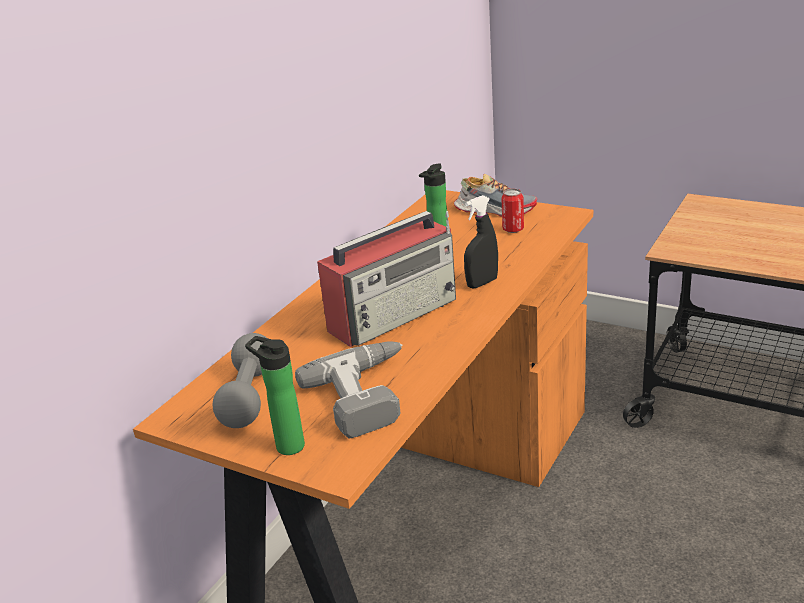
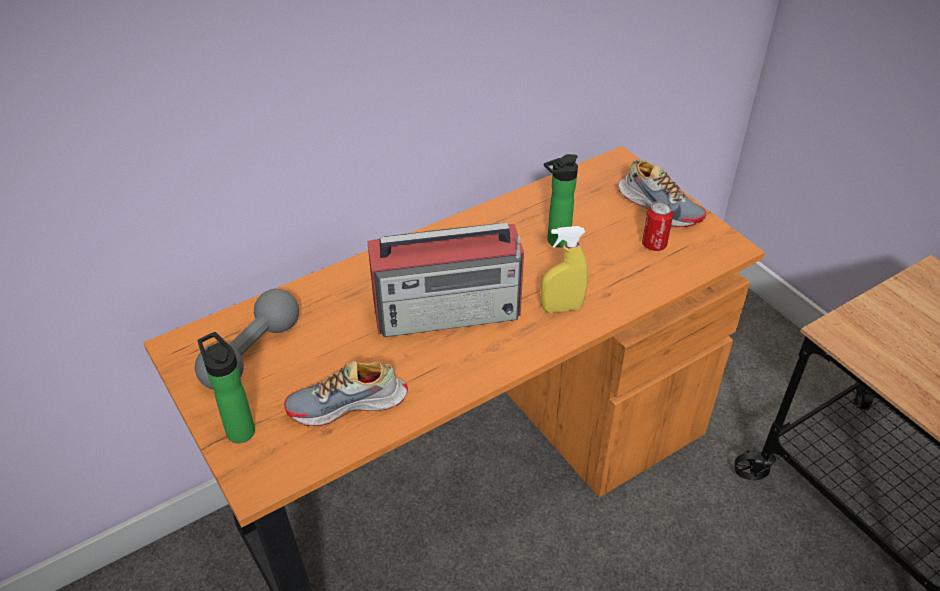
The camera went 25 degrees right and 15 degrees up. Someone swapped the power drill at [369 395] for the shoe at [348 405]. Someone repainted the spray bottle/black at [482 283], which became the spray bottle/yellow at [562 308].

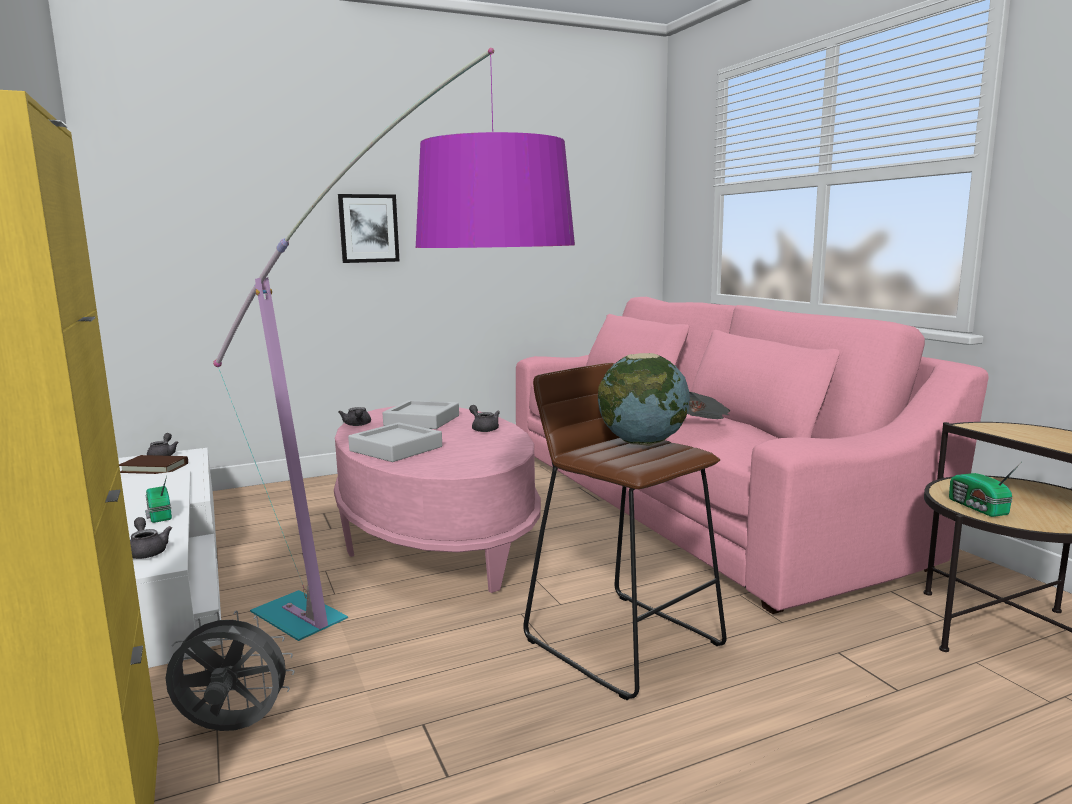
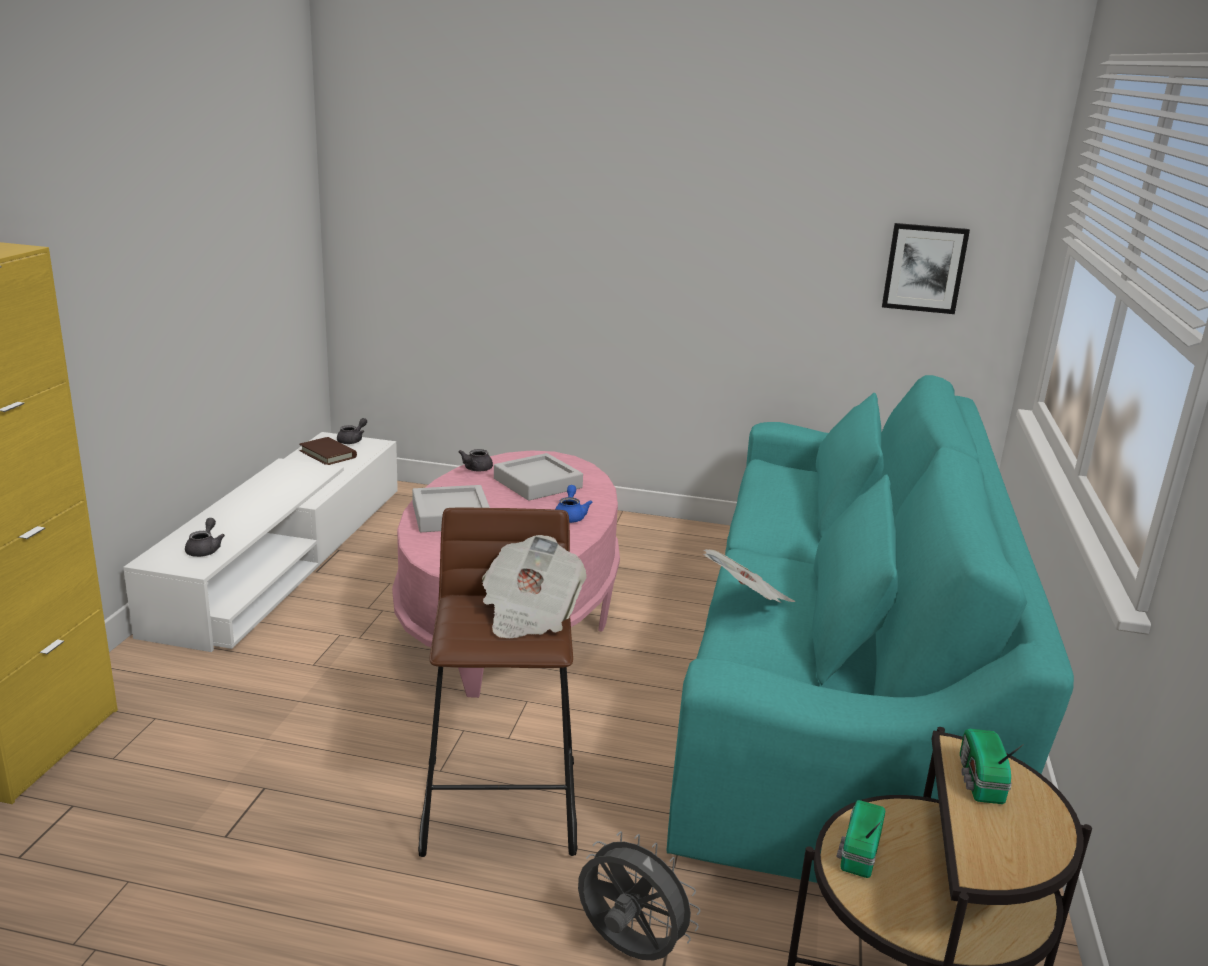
The camera went 35 degrees right and 10 degrees up. Someone carried the radio from [158 515] to [979 781]. Someone carried the fan/grey from [232 730] to [628 950]. Someone took away the floor lamp at [399 672]. Someone carried the picture from [368 228] to [924 268]. Someone repainted the teapot/grey at [483 428], which became the teapot/blue at [570 516]. Someone repainted the sofa/pink at [690 499], which became the sofa/turquoise at [837 678]. Someone swapped the globe at [642 443] for the newspaper at [529 613].

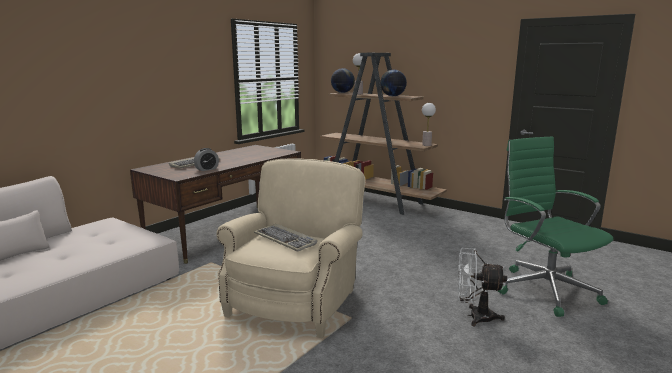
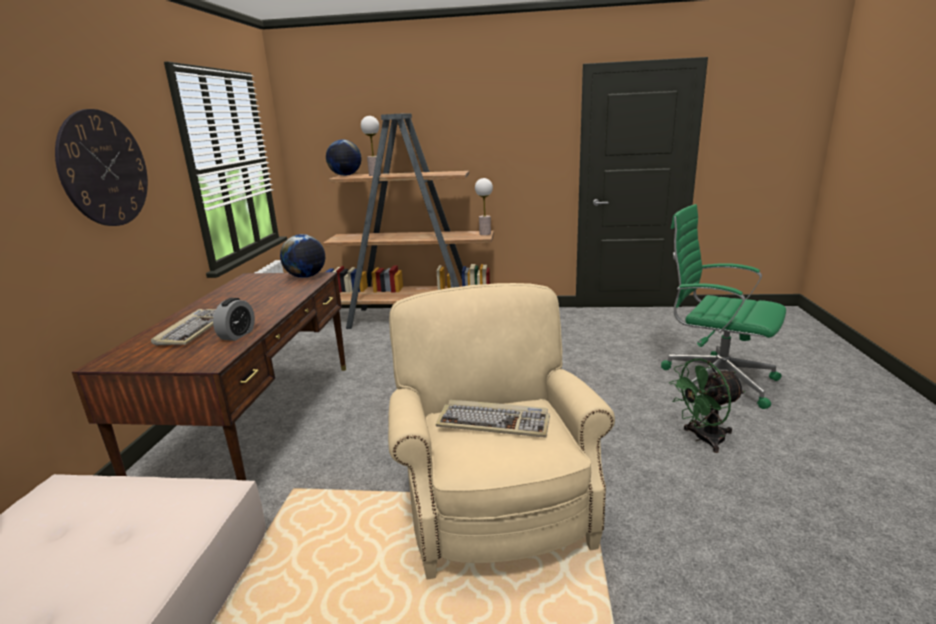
The camera went 30 degrees left and 5 degrees up. Someone carried the globe from [392 96] to [306 277]. Someone repainted the fan/white at [475 316], which became the fan/green at [703 439]. Someone put up the wall clock at [104 169].

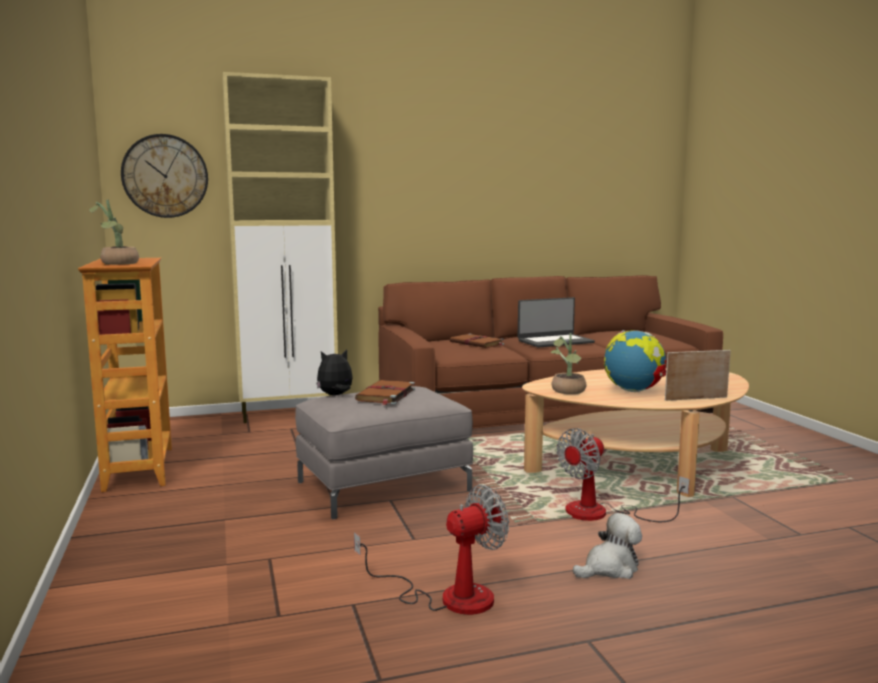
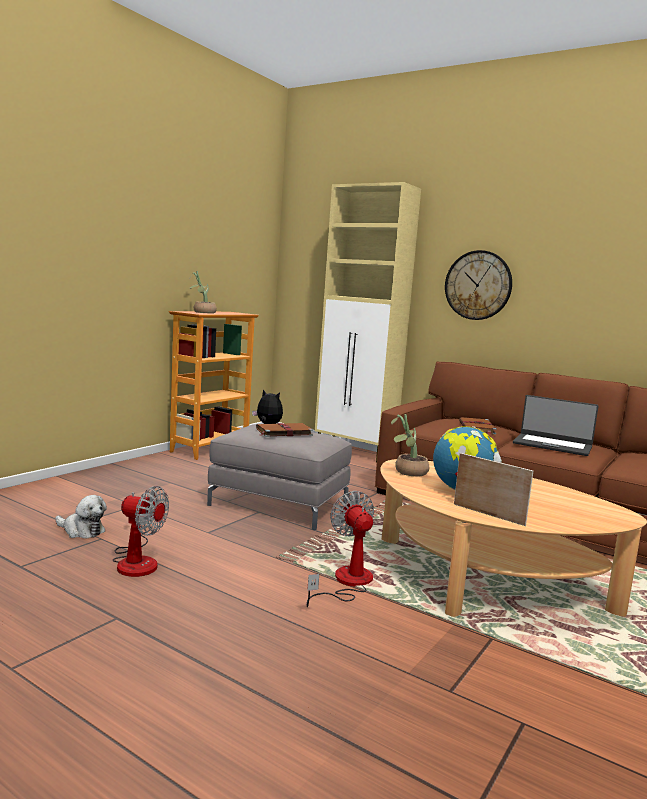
The camera went 50 degrees right and 0 degrees up. Someone carried the wall clock from [165 176] to [478 285]. Someone rotated the fan at [601 513] by 60 degrees clockwise. Someone carried the plush toy from [609 568] to [81 531].

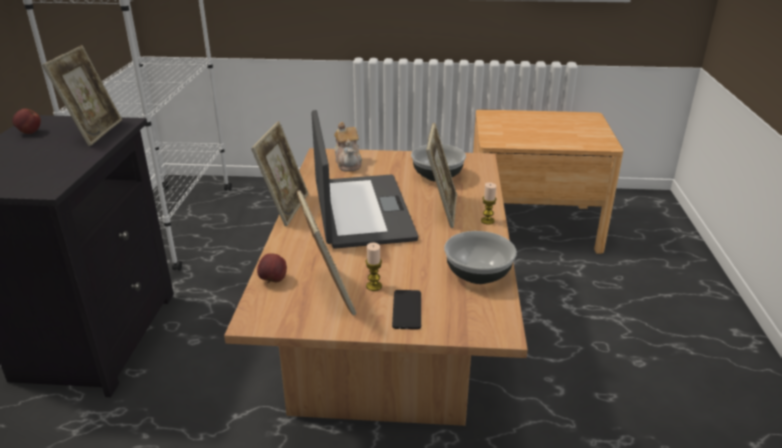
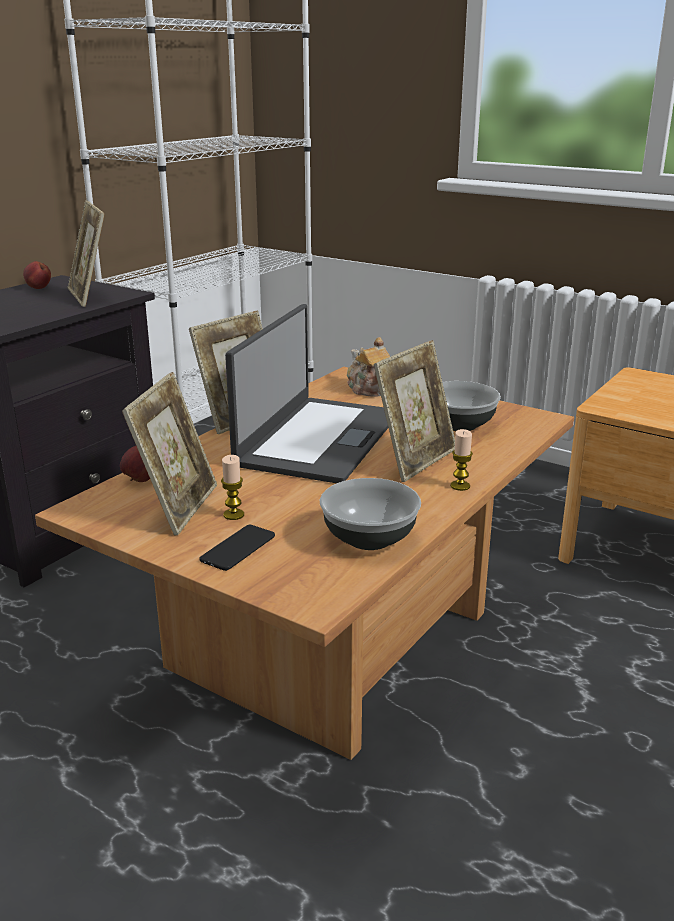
The camera went 30 degrees right and 5 degrees down. Someone rotated the picture frame at [94 132] by 120 degrees clockwise. Someone rotated the teapot at [348 163] by 135 degrees clockwise.

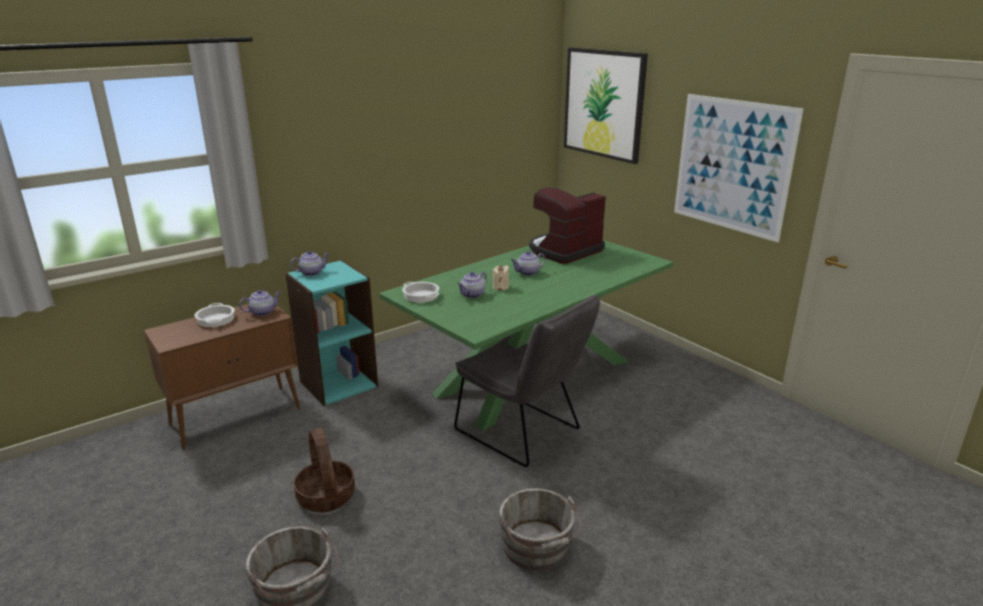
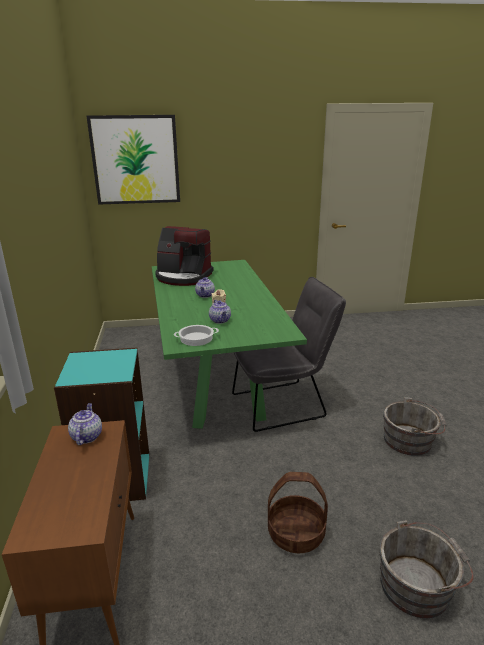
The camera went 60 degrees left and 0 degrees up. Someone took away the cooking pot at [216 319]. Someone took away the teapot at [311 272]. Someone rotated the coffee machine at [564 251] by 60 degrees counterclockwise. Someone took away the picture at [732 165].

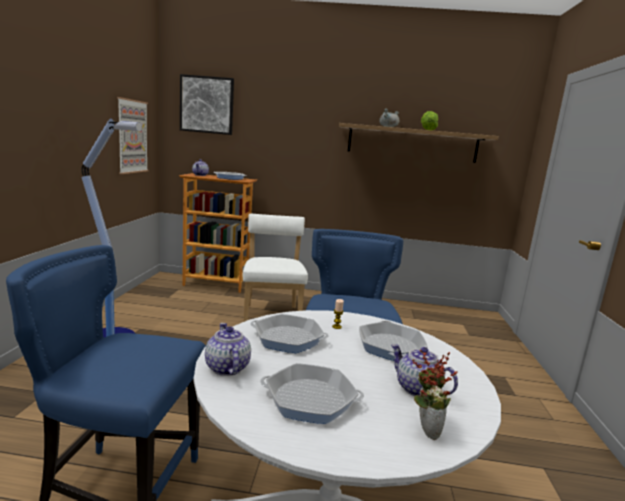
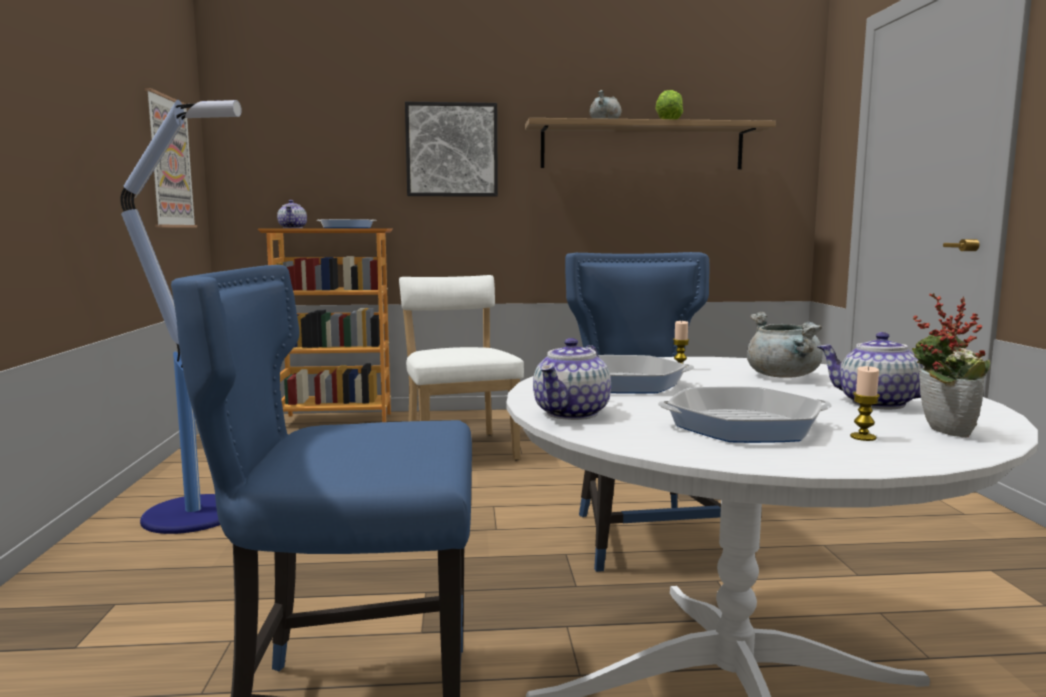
The camera went 10 degrees left and 5 degrees down. Someone carried the picture from [207 105] to [452 150]. Someone rotated the teapot at [226 367] by 120 degrees counterclockwise. Someone swapped the frying pan at [390 346] for the cooking pot/grey at [783 376]. Someone put down the candle at [863 437].

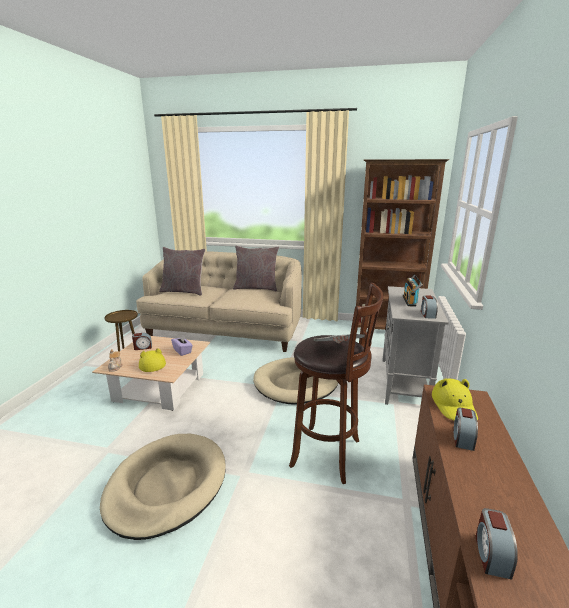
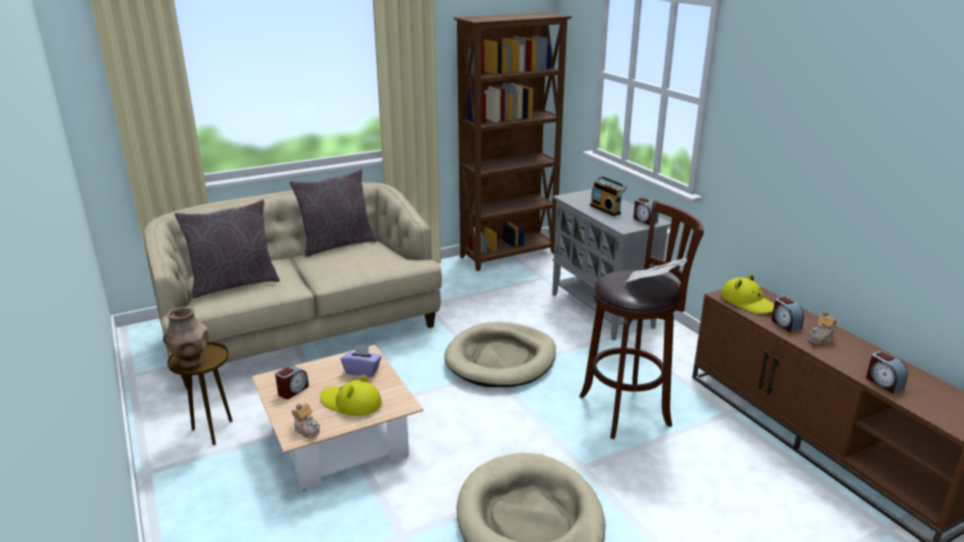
The camera went 40 degrees left and 5 degrees up. Someone put down the vase/brown at [191 362]. Someone put down the teapot at [821 339].

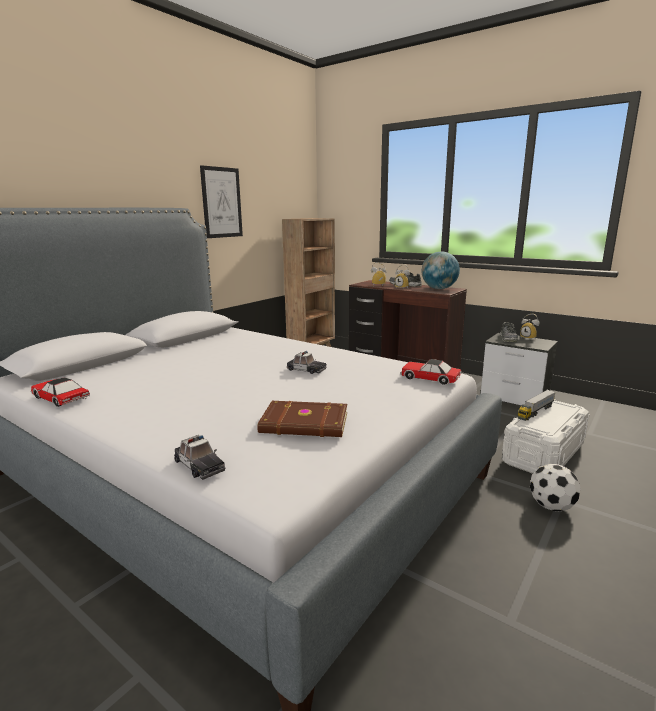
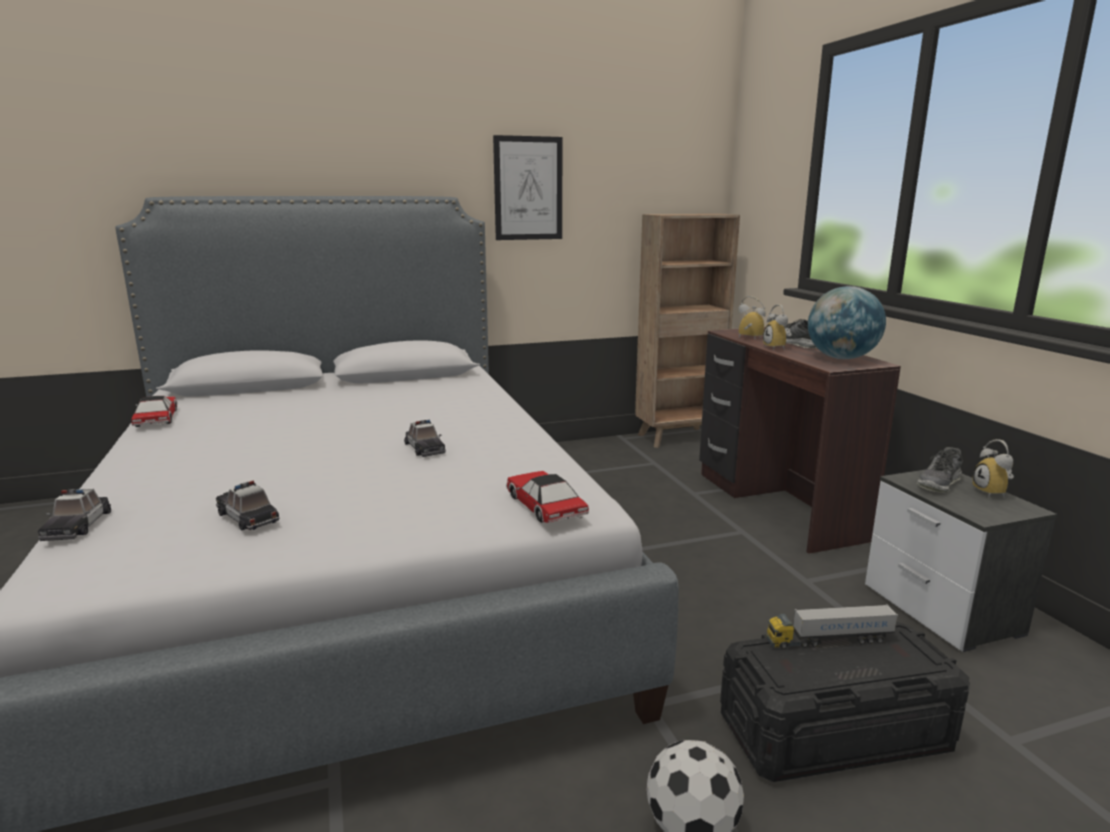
The camera went 35 degrees right and 0 degrees up. Someone swapped the book/brown at [305 424] for the toy car at [248 516]. Someone repainted the storage box/white at [544 453], which became the storage box/black at [835 732].

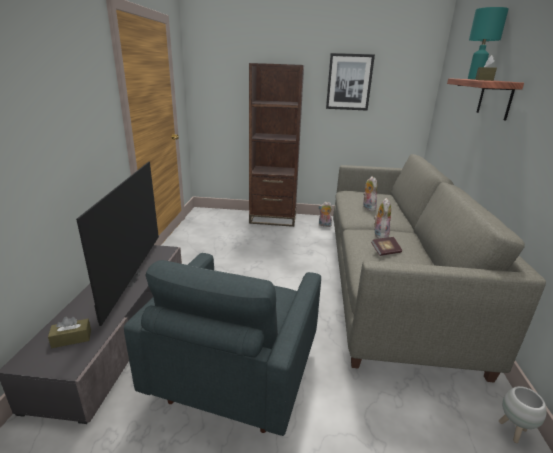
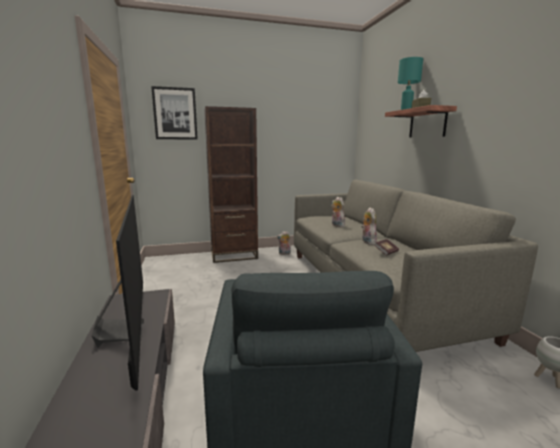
The camera went 20 degrees left and 10 degrees down. Someone took away the tissue box/brown at [71 338]. Someone carried the picture from [349 82] to [175 113].

